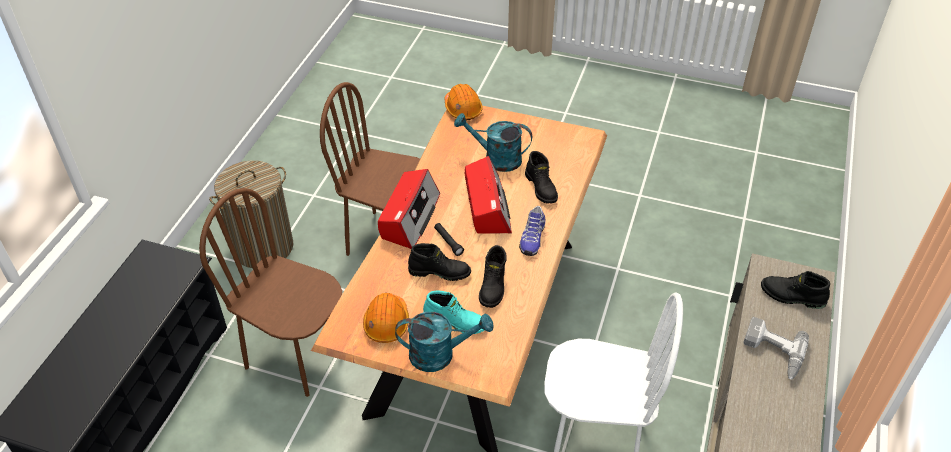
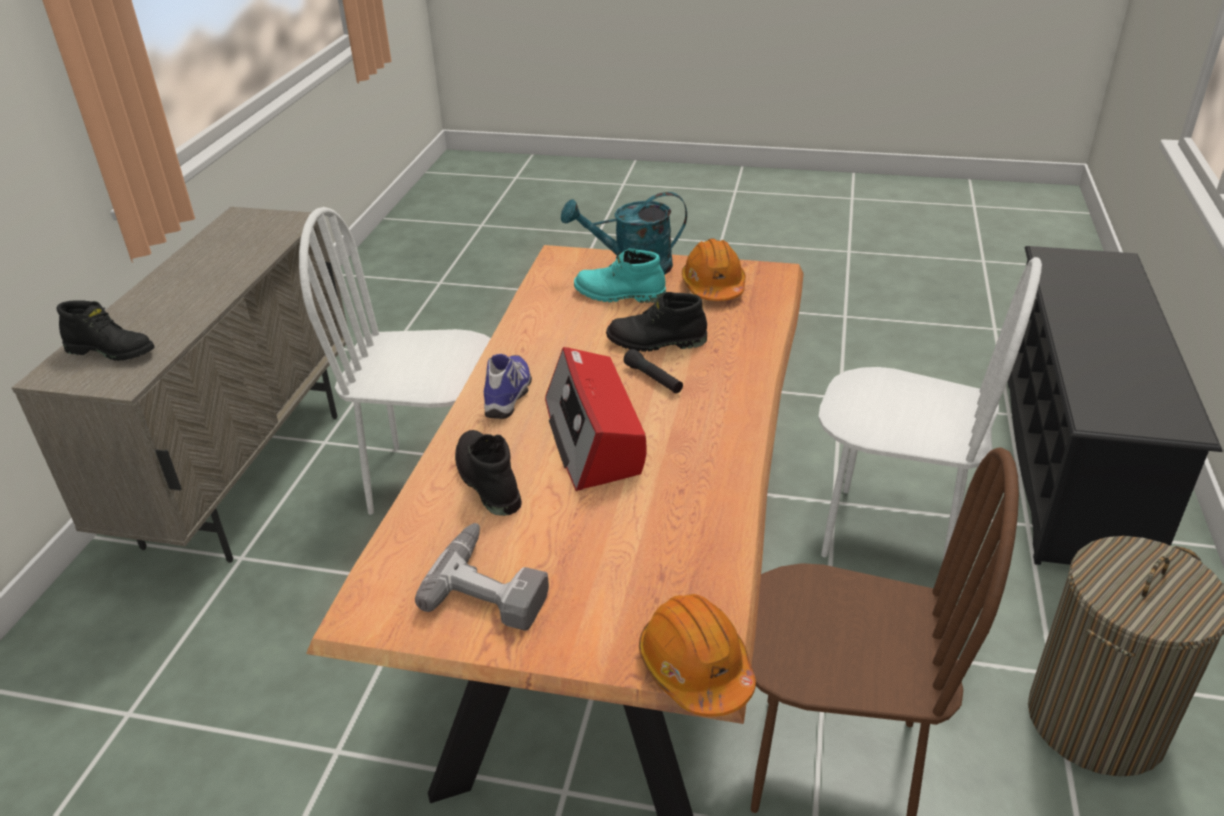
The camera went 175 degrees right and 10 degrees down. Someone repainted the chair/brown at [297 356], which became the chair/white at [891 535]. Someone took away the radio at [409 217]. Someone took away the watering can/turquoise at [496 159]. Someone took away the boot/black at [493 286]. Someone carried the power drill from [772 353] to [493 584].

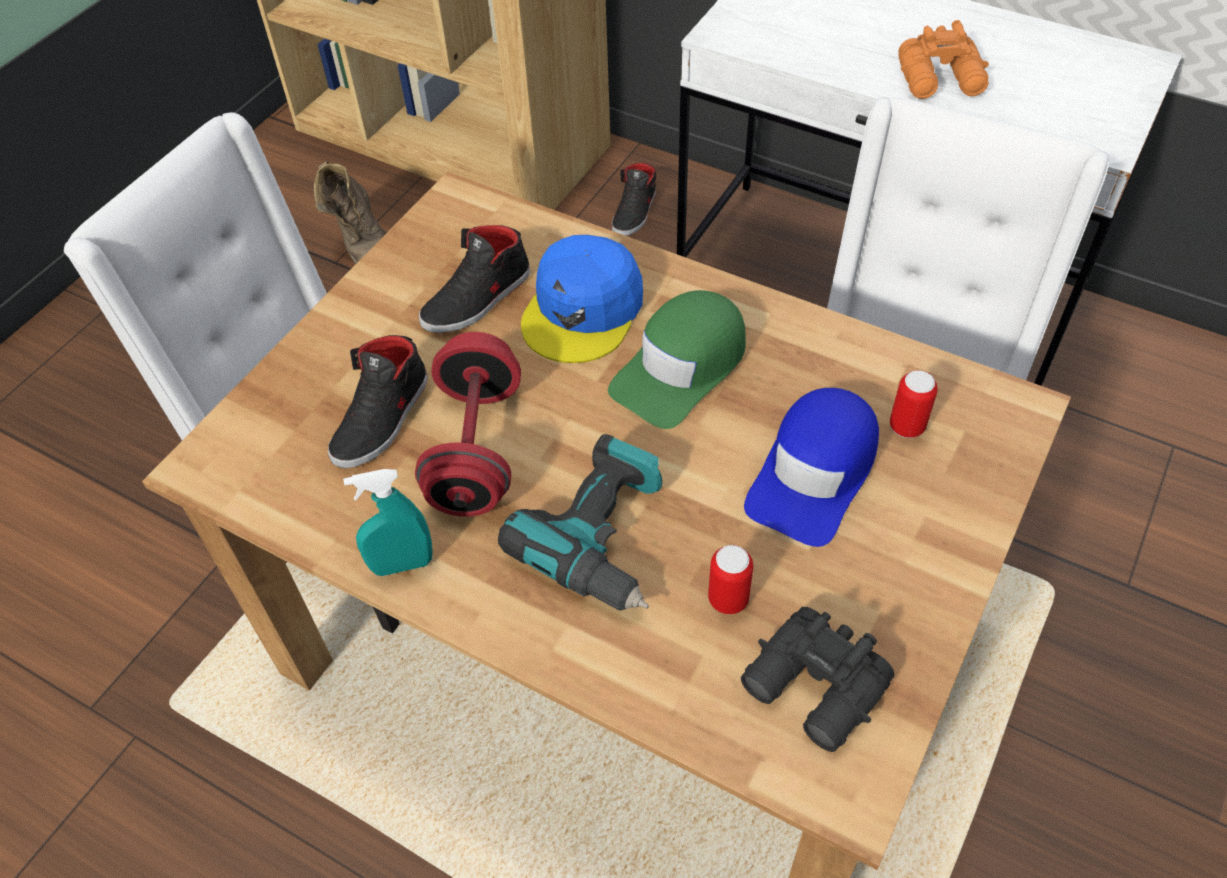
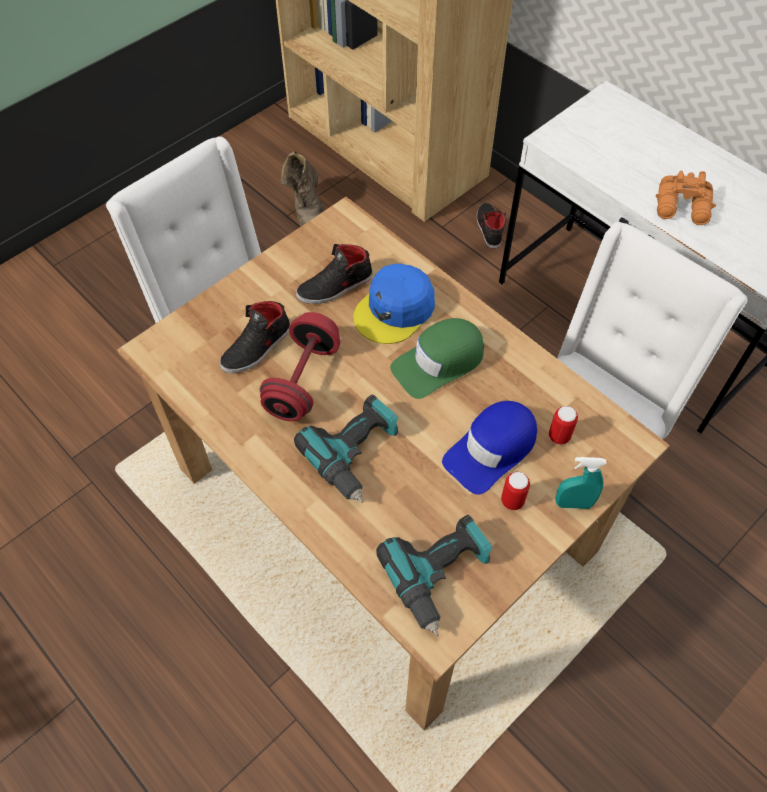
The camera went 15 degrees right and 5 degrees up. Someone carried the spray bottle/turquoise from [402 565] to [573 503]. Someone rotated the shoe/black at [635 212] by 135 degrees clockwise. Someone carried the can from [728 599] to [512 501]. Someone swapped the binoculars/black at [815 690] for the power drill at [440 575].

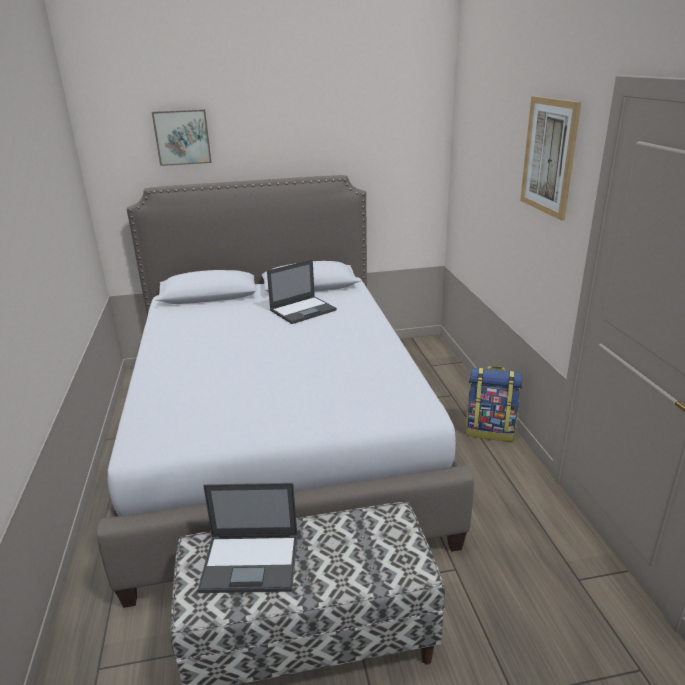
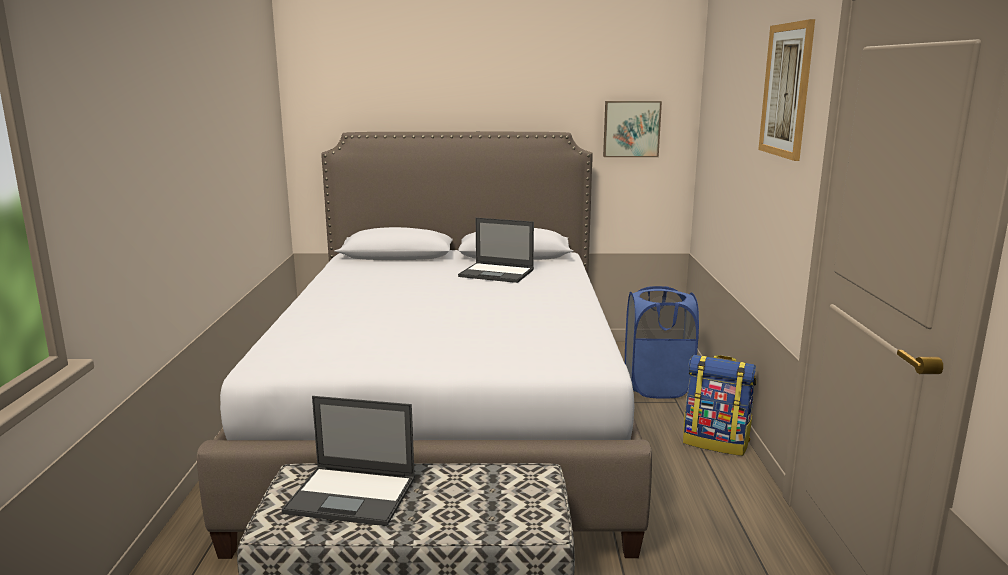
The camera went 10 degrees right and 10 degrees down. Someone carried the picture from [182 137] to [631 128]. Someone rotated the laptop at [303 310] by 45 degrees clockwise. Someone put down the laundry basket/blue at [657 386].

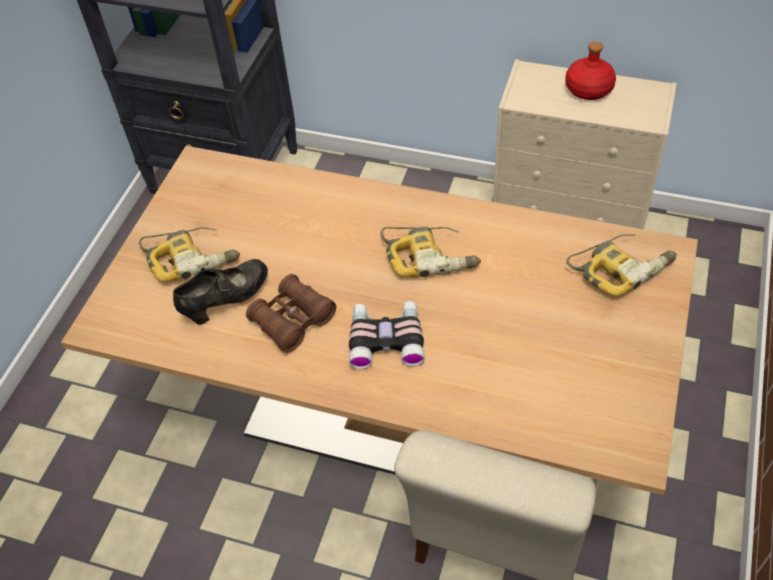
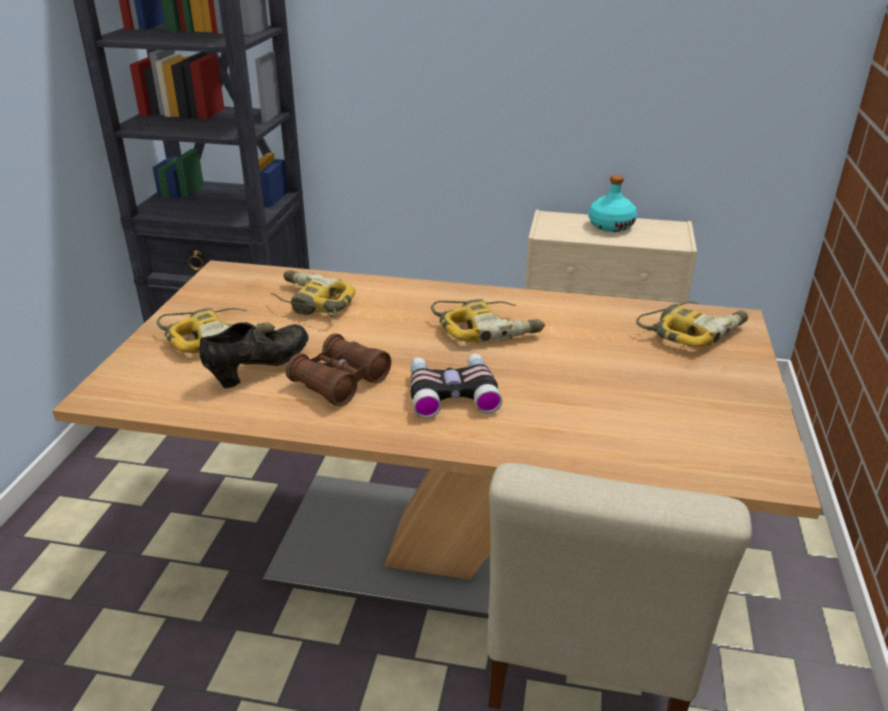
The camera went 10 degrees left and 20 degrees down. Someone repainted the bottle/red at [588 88], which became the bottle/turquoise at [610 225]. Someone put down the power drill at [310 303].

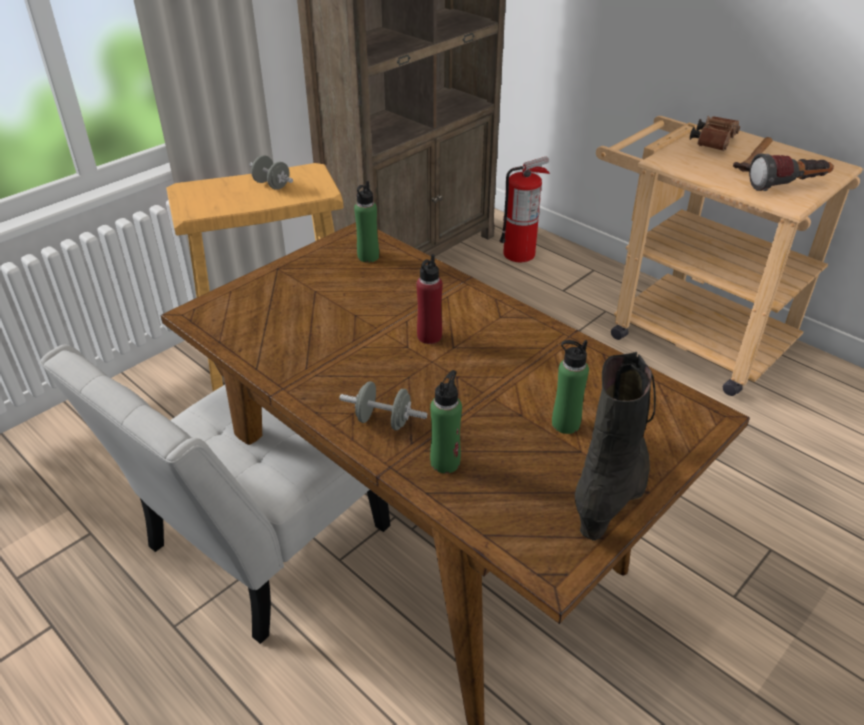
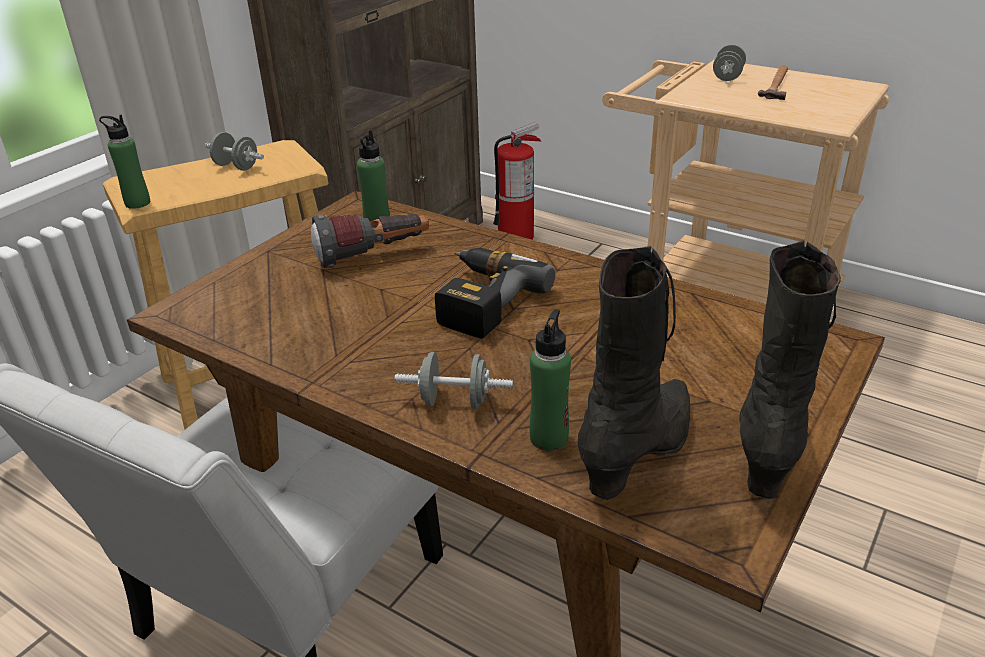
The camera went 10 degrees left and 5 degrees down. Someone swapped the bottle/red at [429 336] for the power drill at [480 300]. Someone carried the bottle/green from [565 424] to [137 203]. Someone swapped the binoculars/brown at [713 143] for the dumbbell/grey at [727 77]. Someone carried the flashlight from [788 187] to [373 256]. Someone put down the boot/black at [641 452].

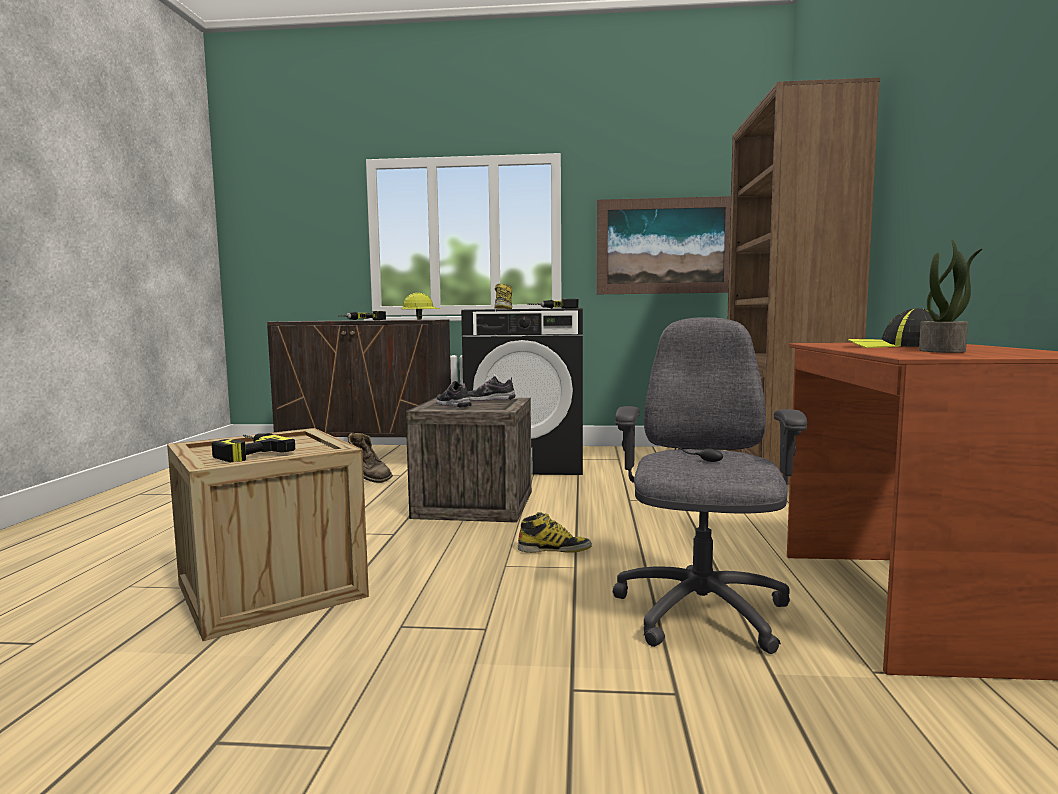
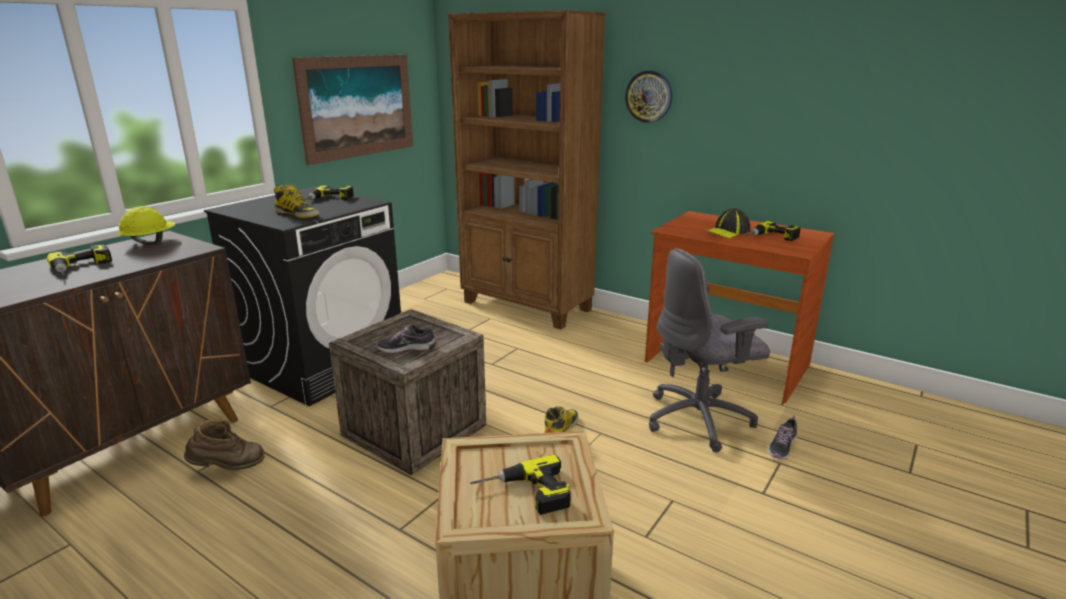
The camera went 60 degrees left and 15 degrees up. Someone carried the shoe from [489 400] to [782 447]. Someone rotated the office chair/grey at [700 614] by 60 degrees counterclockwise. Someone swapped the potted plant at [943 351] for the power drill at [771 238]. Someone put up the wall clock at [649 96].

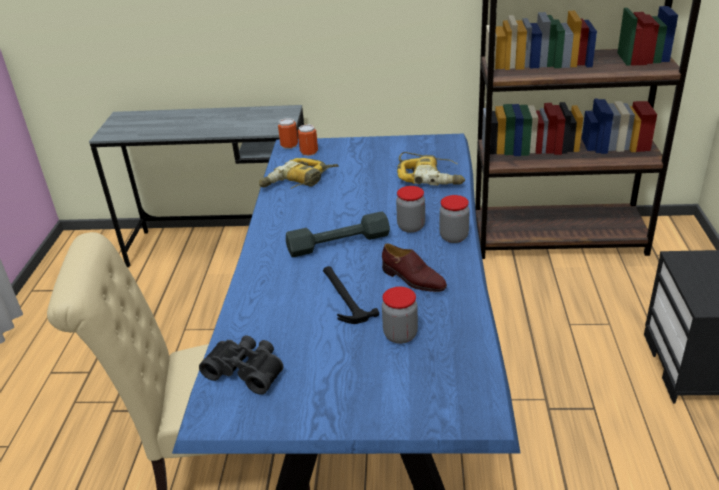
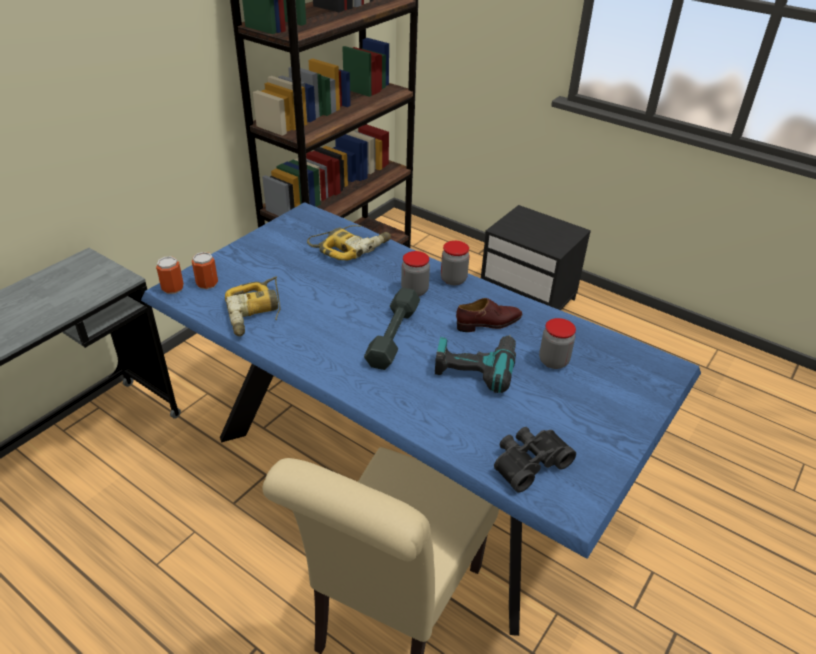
The camera went 60 degrees left and 5 degrees up. Someone swapped the hammer at [343 296] for the power drill at [475 366].

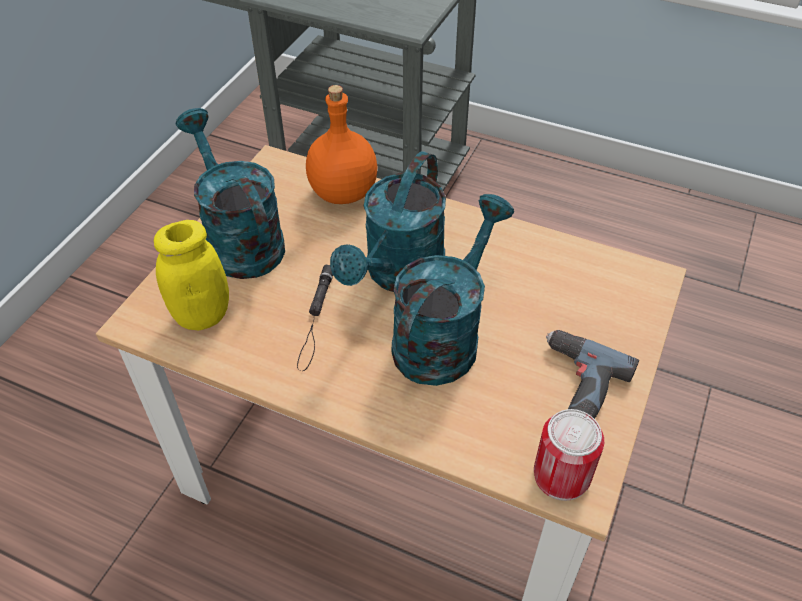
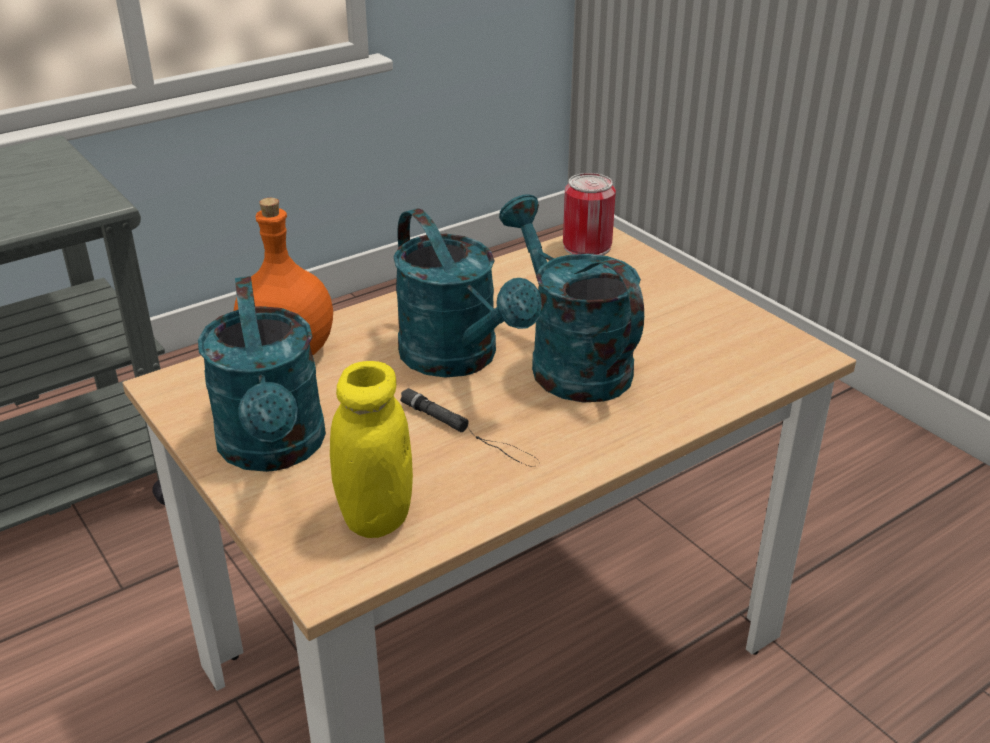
The camera went 60 degrees left and 15 degrees down. Someone rotated the watering can/turquoise at [239 239] by 105 degrees counterclockwise. Someone carried the can from [561 475] to [587 246]. Someone took away the power drill at [574 386].

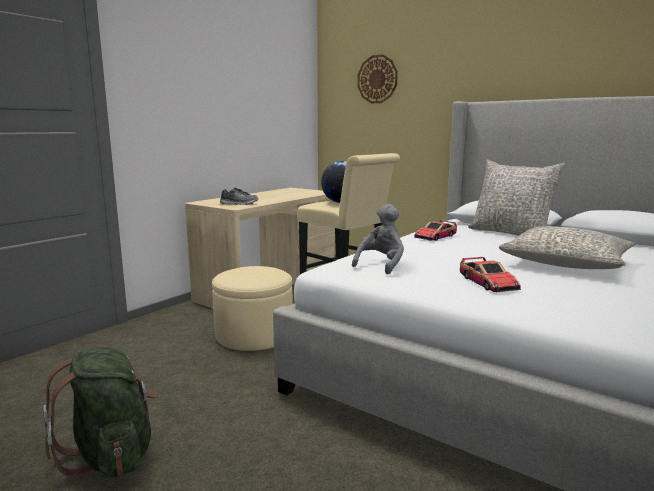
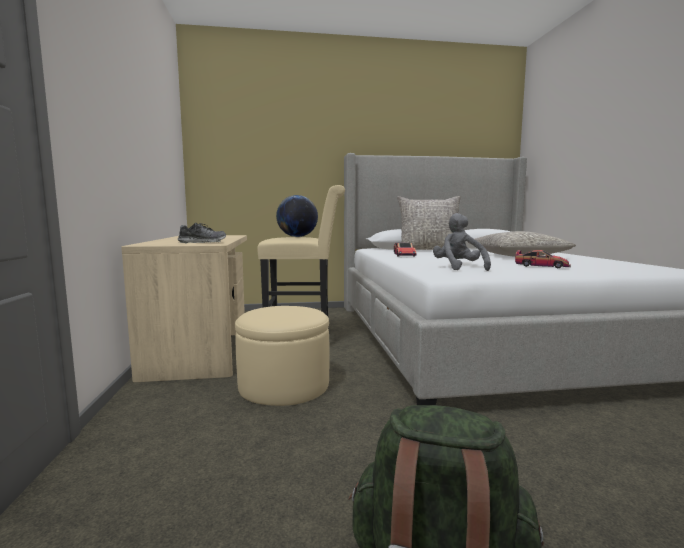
The camera went 45 degrees left and 5 degrees down. Someone took away the wall clock at [377 79].

